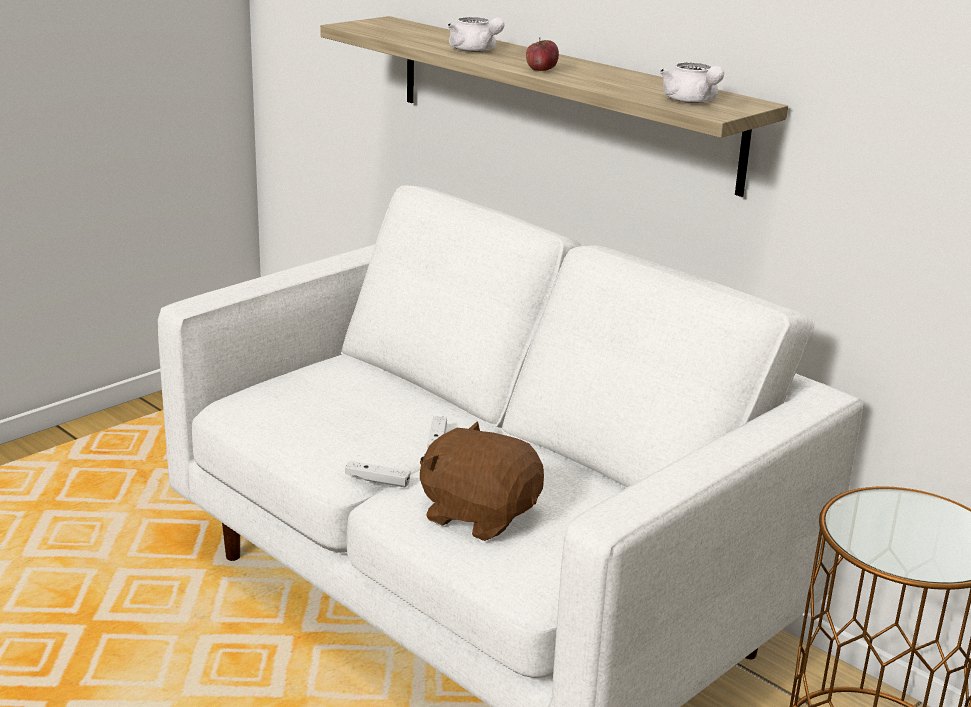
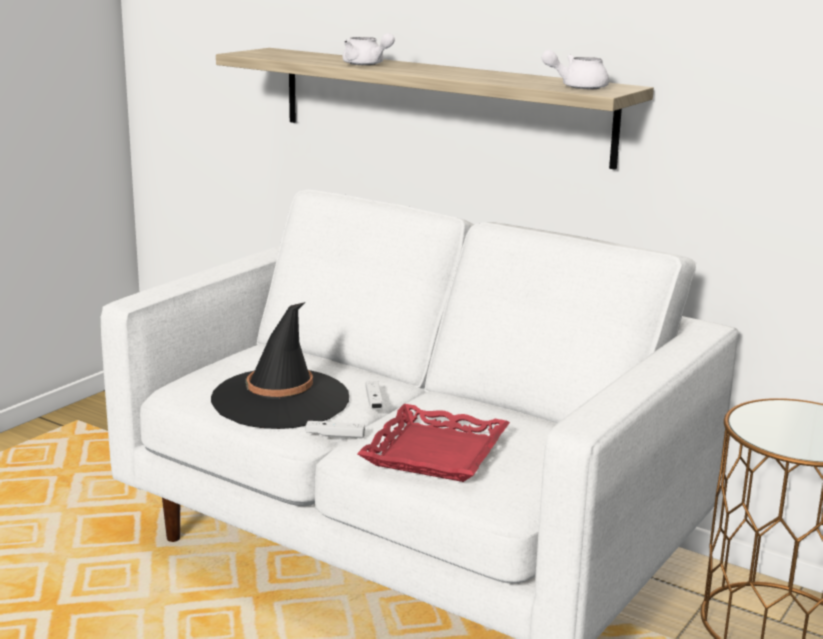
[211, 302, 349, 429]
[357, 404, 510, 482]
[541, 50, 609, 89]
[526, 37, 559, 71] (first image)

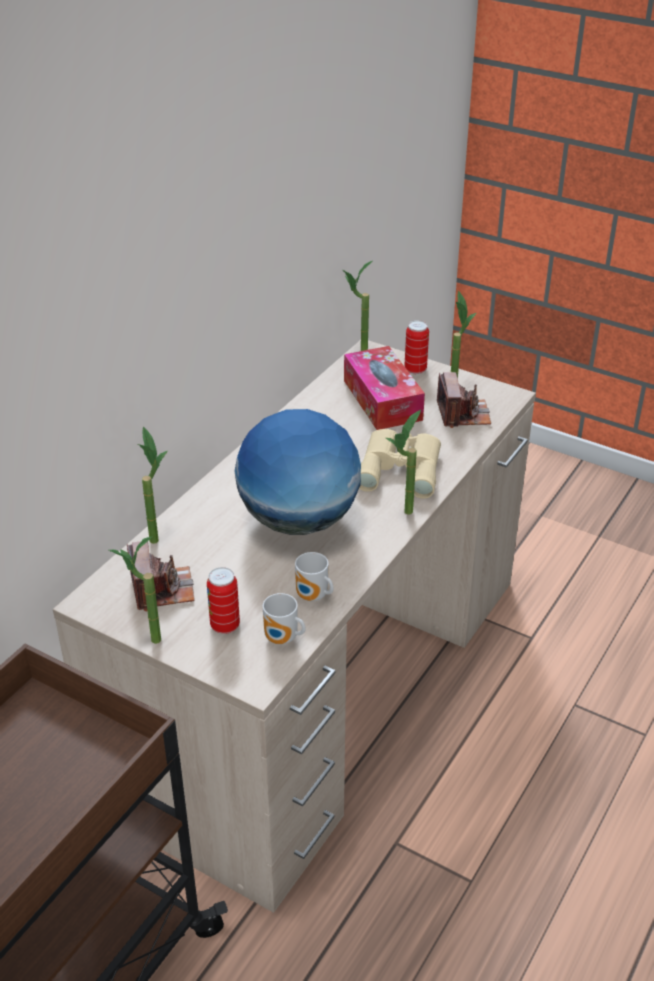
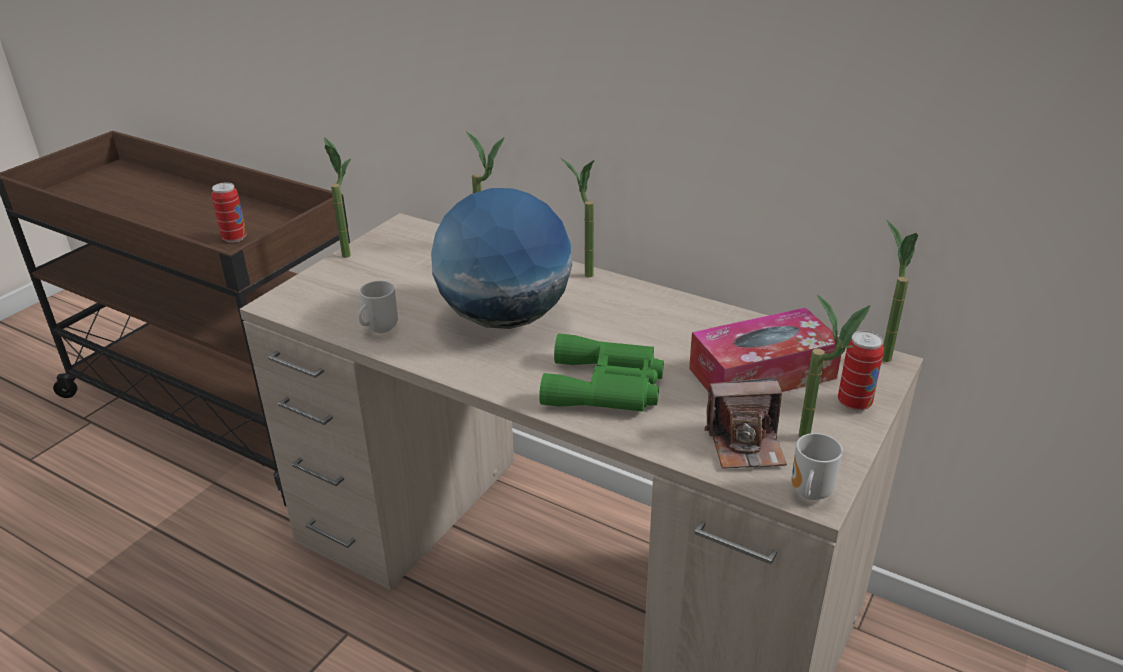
[212, 182, 247, 243]
[539, 334, 664, 412]
[561, 158, 594, 278]
[792, 433, 843, 500]
[127, 542, 195, 611] (first image)

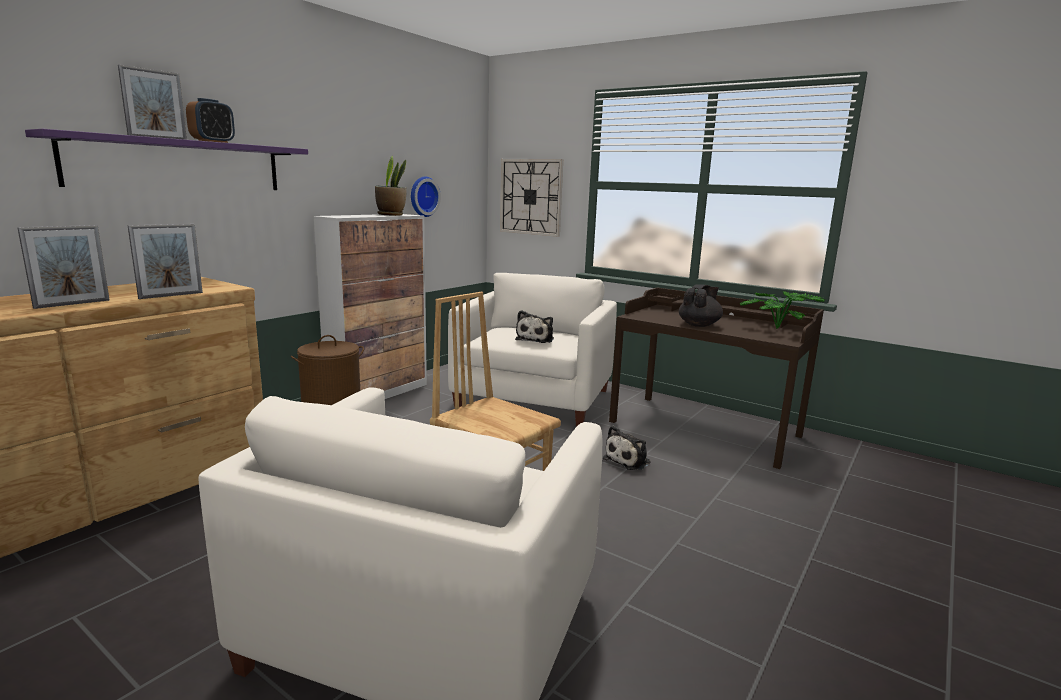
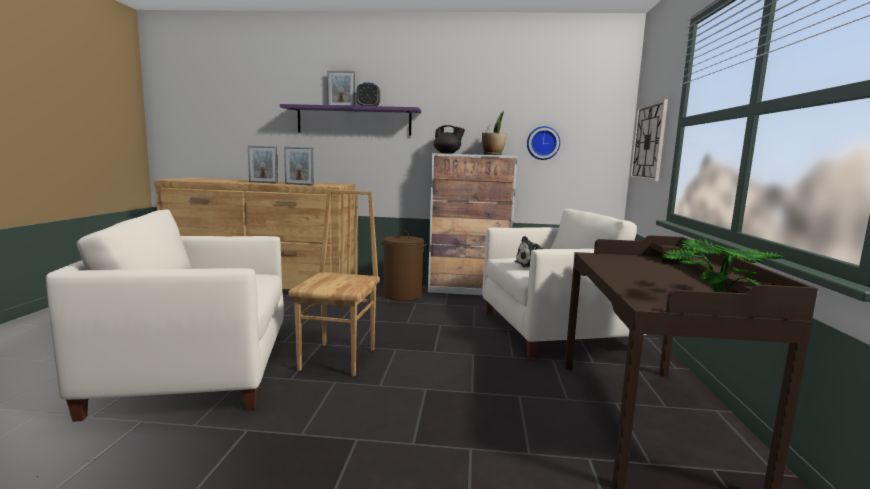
[433, 125, 465, 154]
[603, 426, 651, 470] (first image)

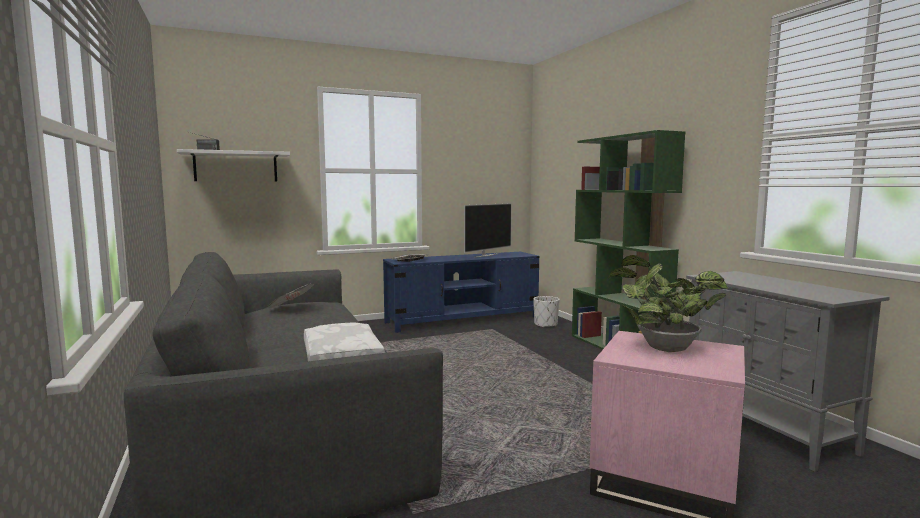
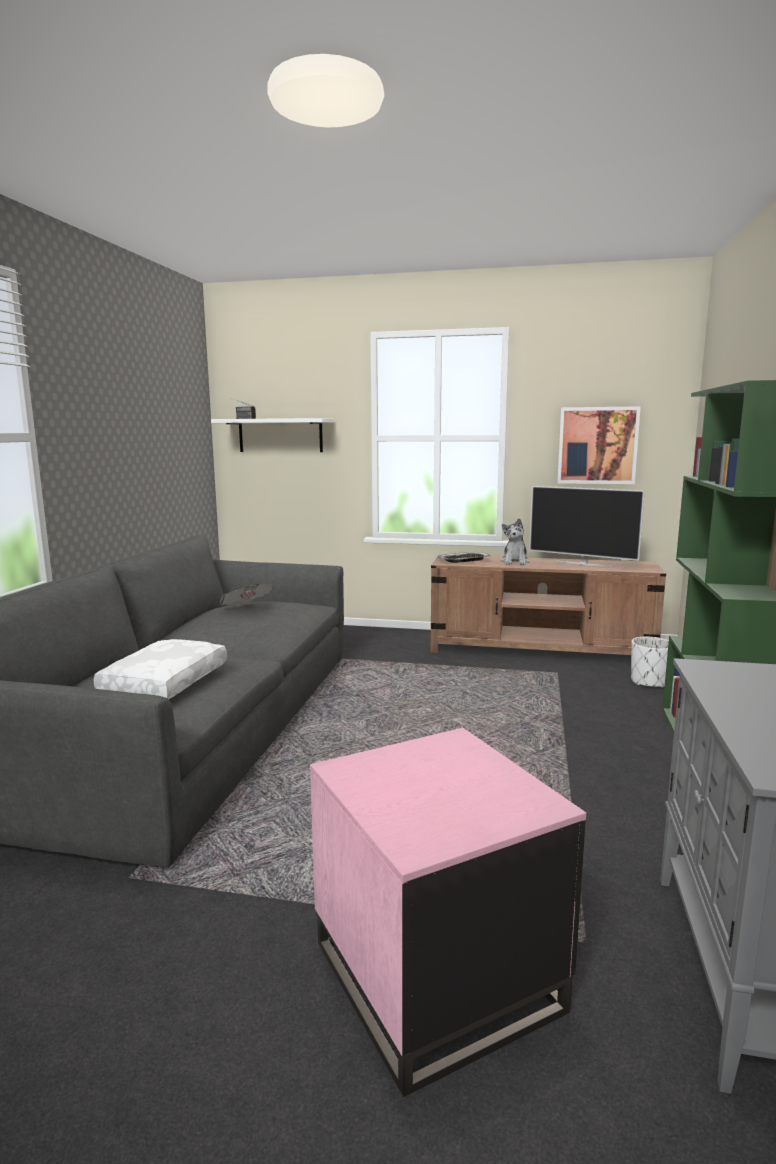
[431, 555, 666, 655]
[501, 518, 529, 565]
[529, 486, 645, 567]
[557, 406, 641, 484]
[608, 255, 728, 352] (first image)

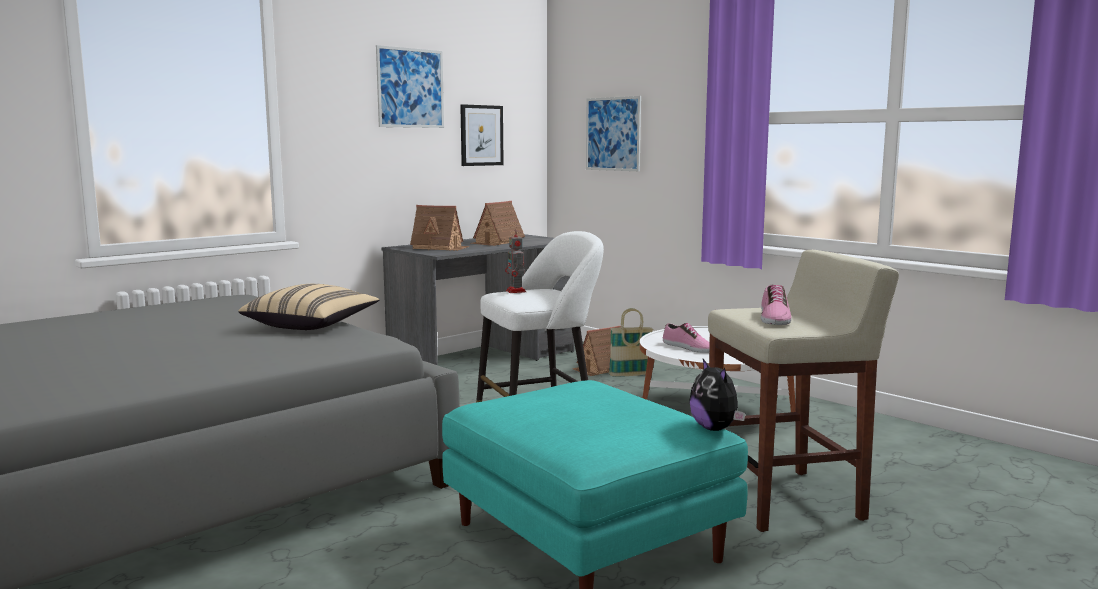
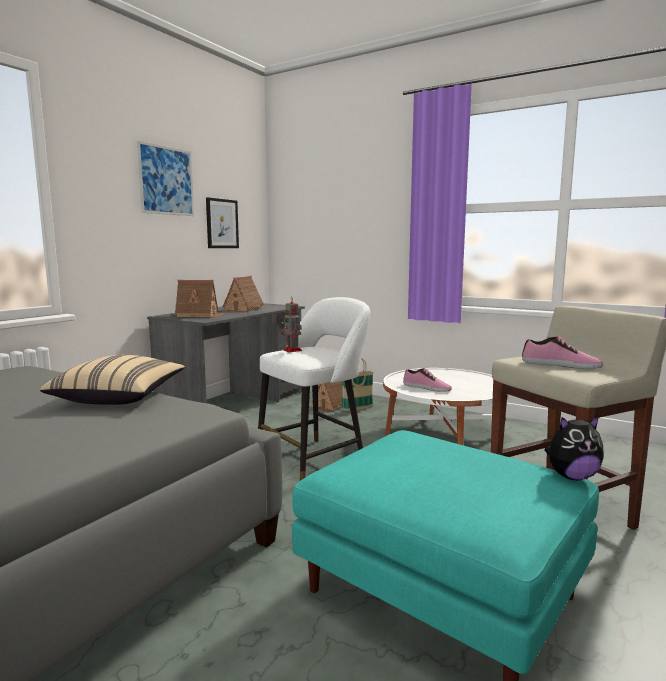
[522, 337, 603, 369]
[544, 416, 604, 480]
[586, 96, 641, 171] (first image)

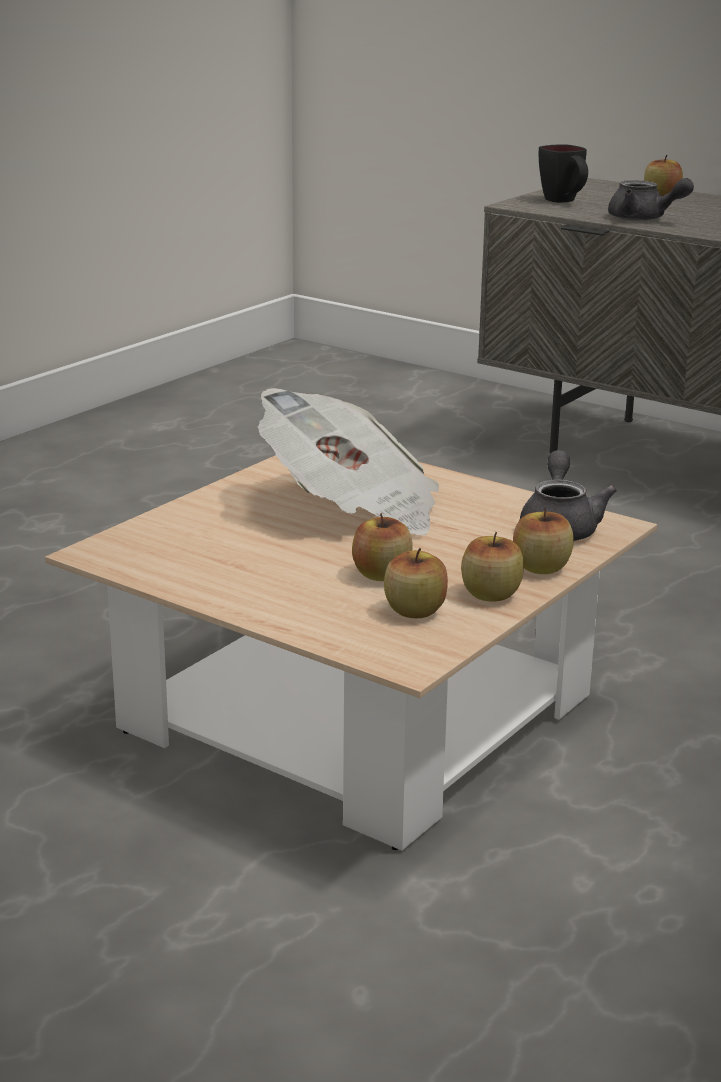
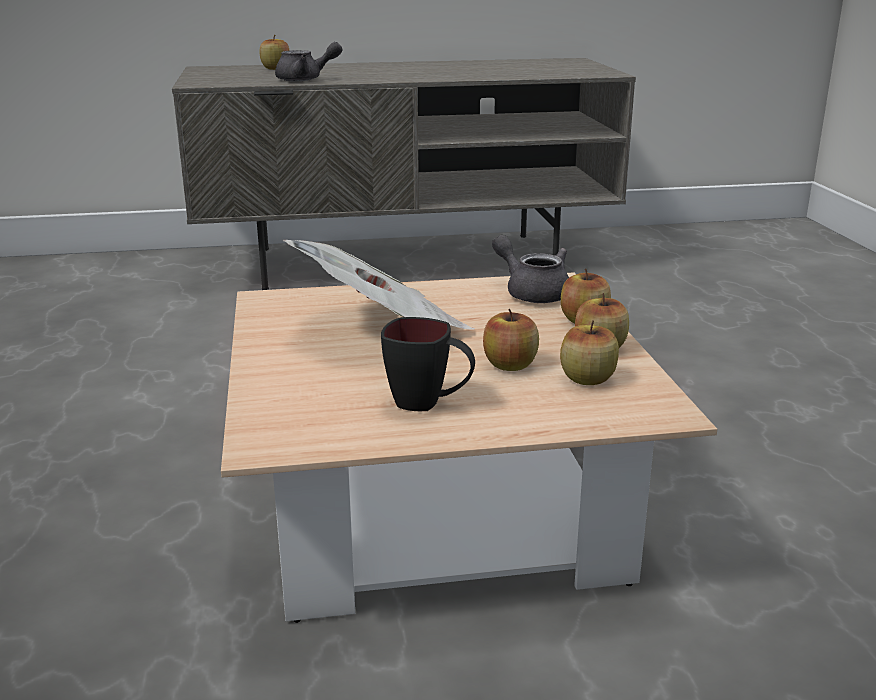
[381, 317, 475, 411]

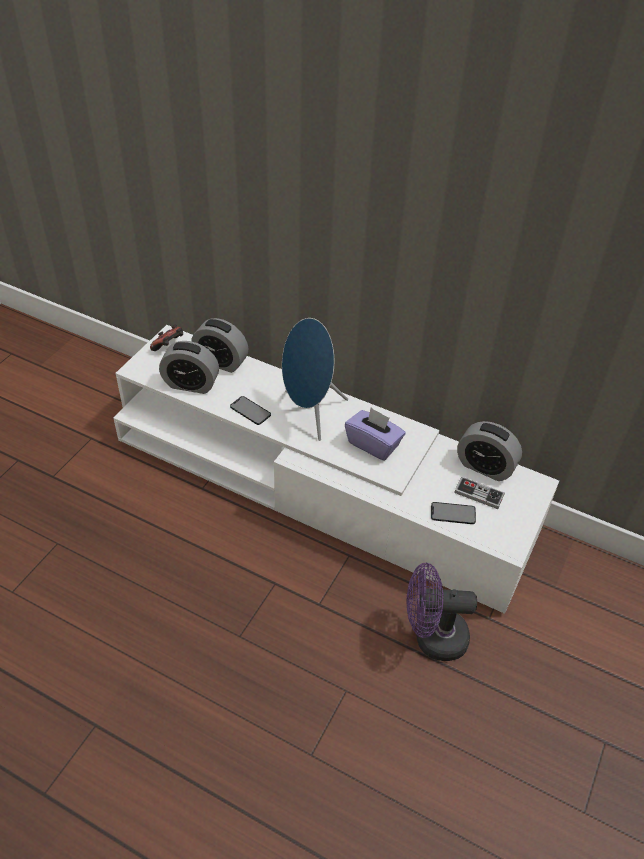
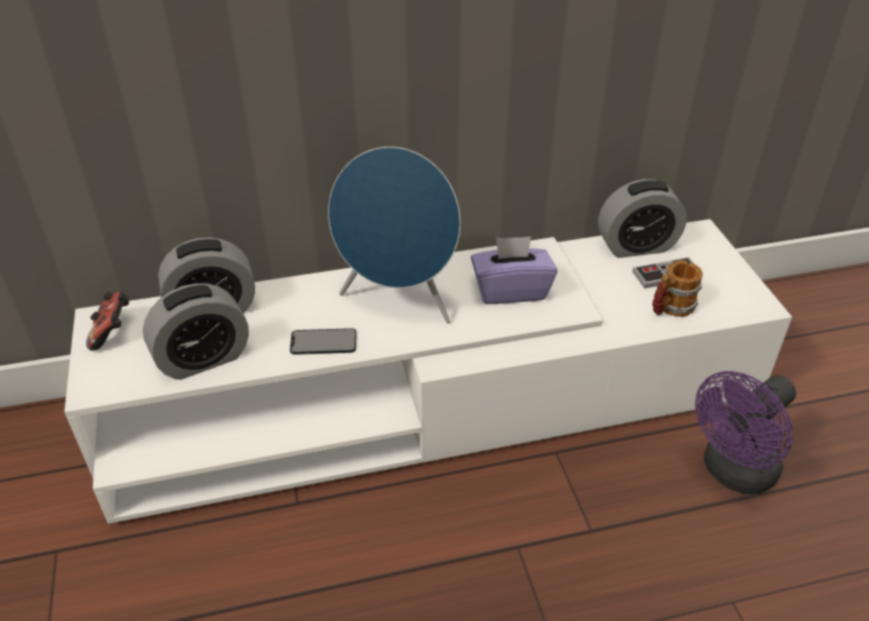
[652, 260, 703, 317]

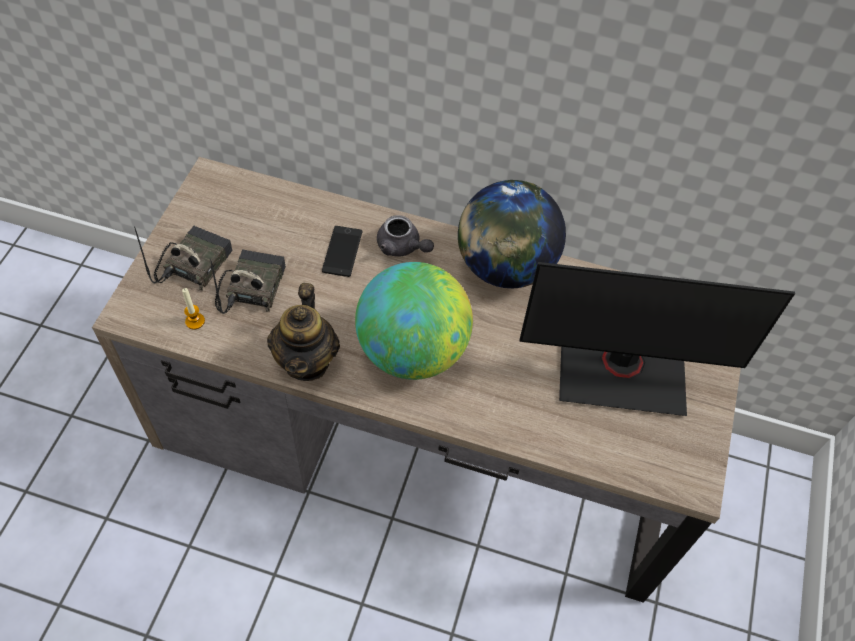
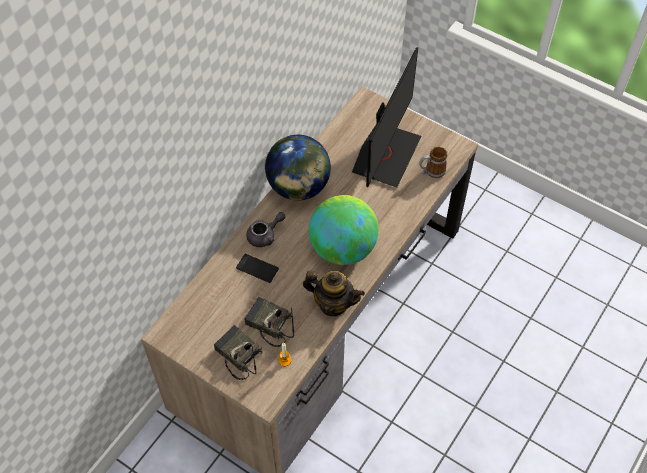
[419, 147, 447, 178]

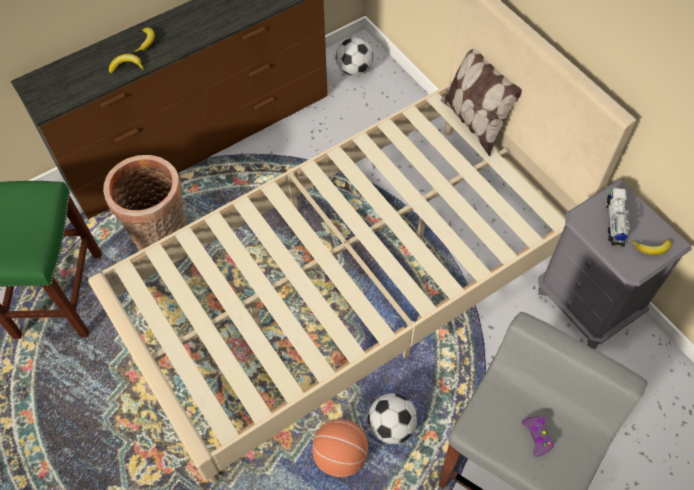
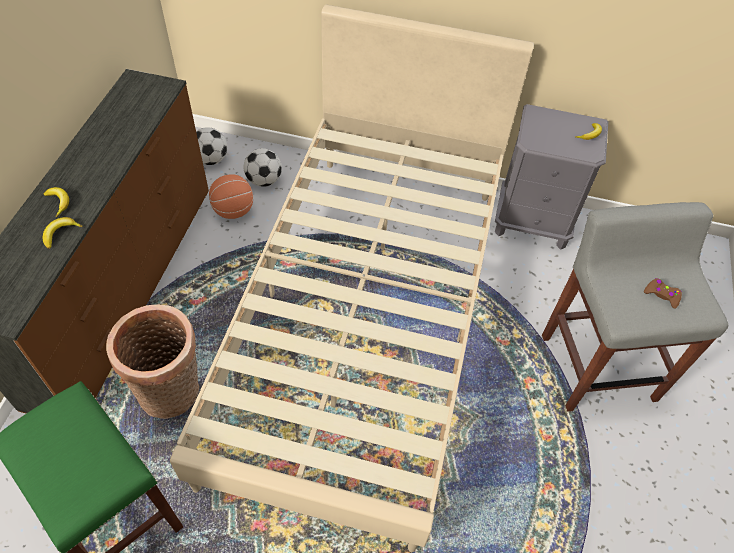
[209, 174, 253, 219]
[244, 148, 282, 187]
[644, 278, 682, 309]
[440, 48, 522, 156] (first image)
[606, 188, 630, 246] (first image)

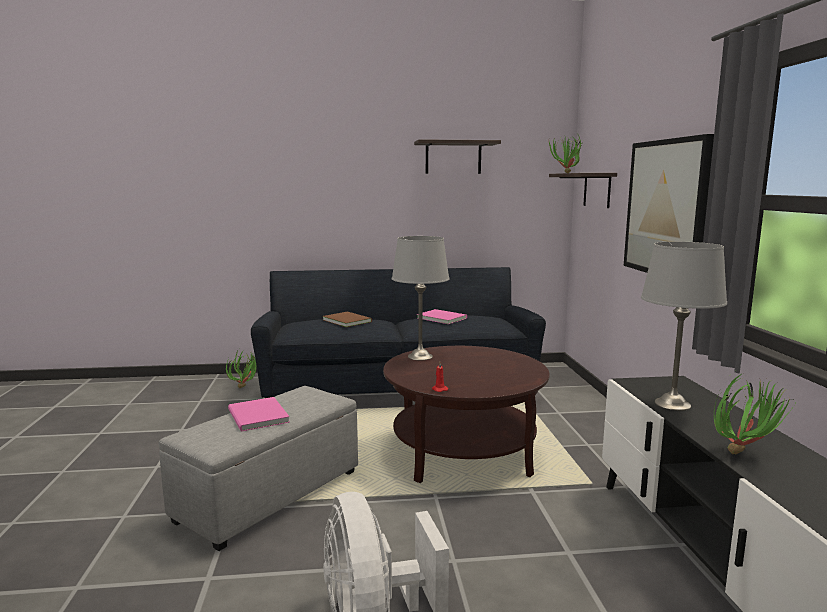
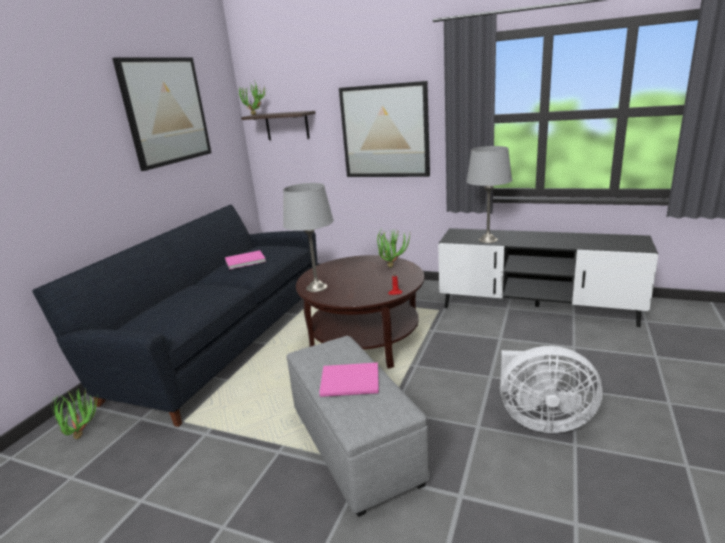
[112, 57, 211, 171]
[377, 228, 410, 268]
[322, 312, 372, 327] (first image)

